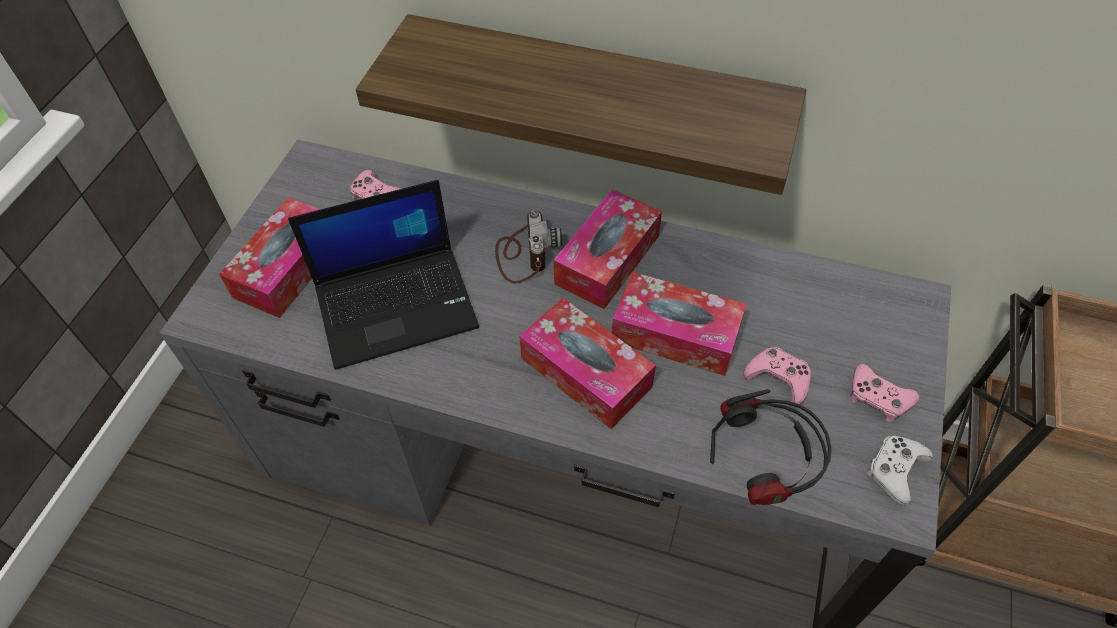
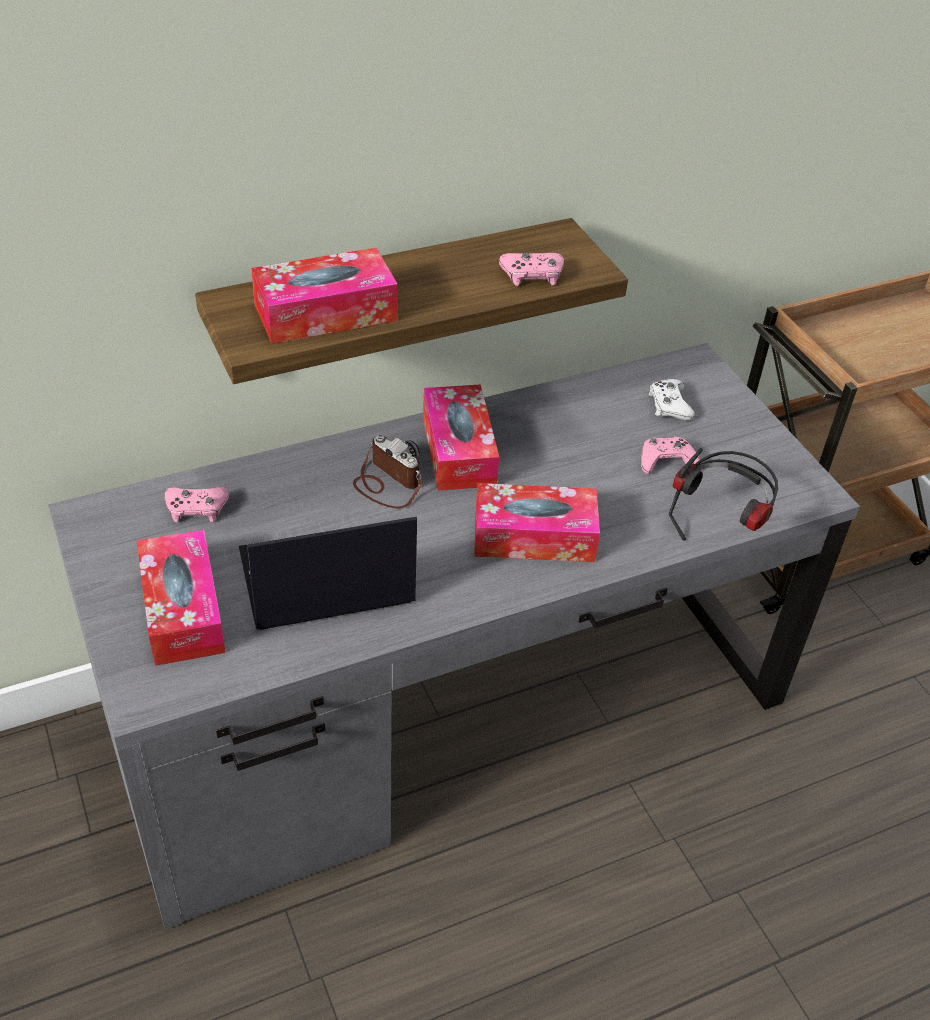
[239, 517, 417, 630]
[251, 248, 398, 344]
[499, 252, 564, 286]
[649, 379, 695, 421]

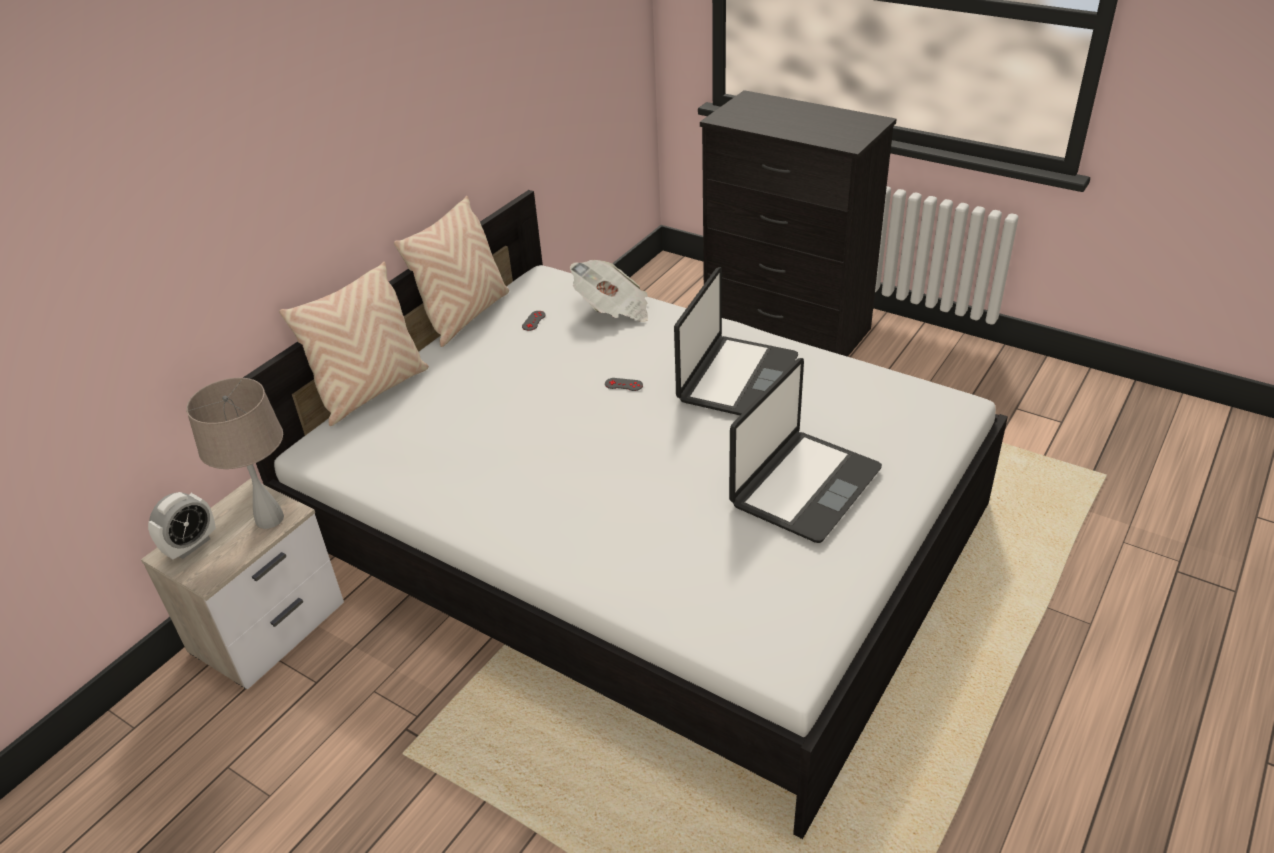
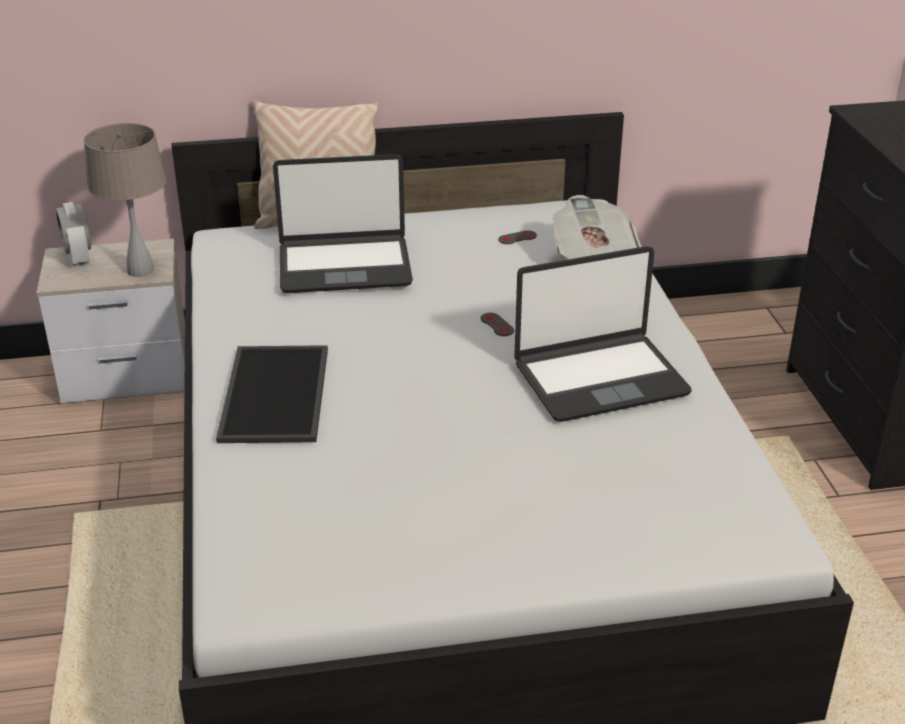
[56, 202, 91, 266]
[216, 345, 328, 443]
[273, 154, 413, 293]
[394, 196, 509, 347] (first image)

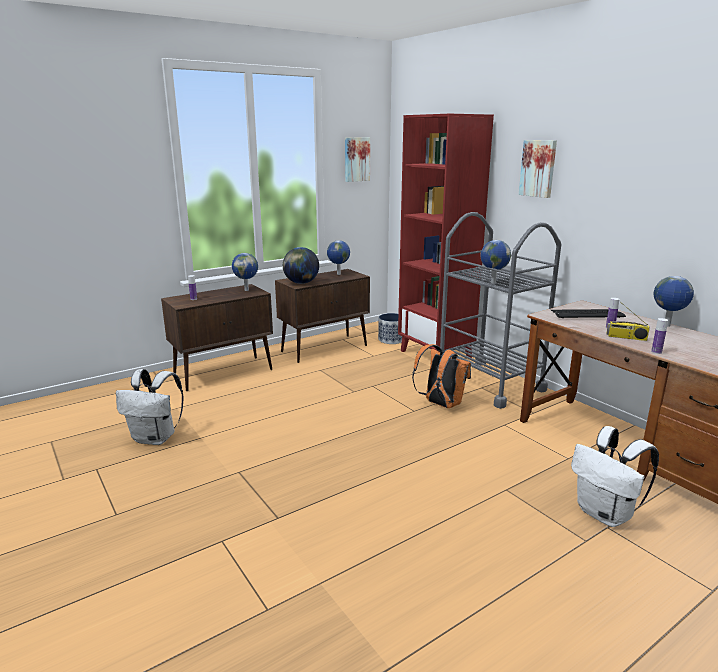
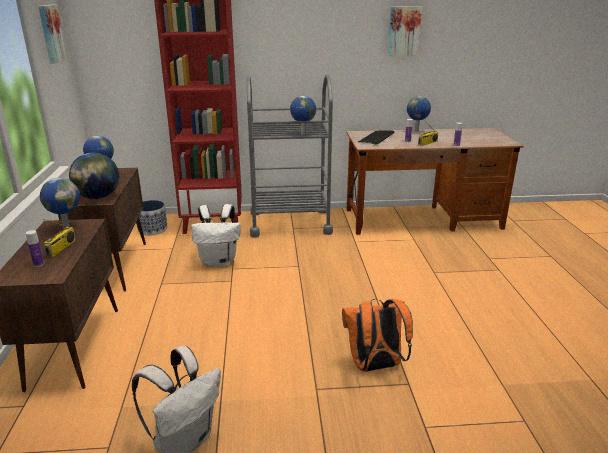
[44, 219, 76, 257]
[191, 204, 240, 267]
[342, 299, 413, 372]
[388, 6, 422, 56]

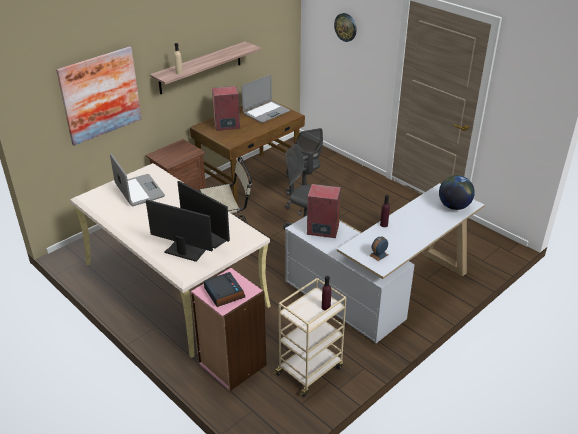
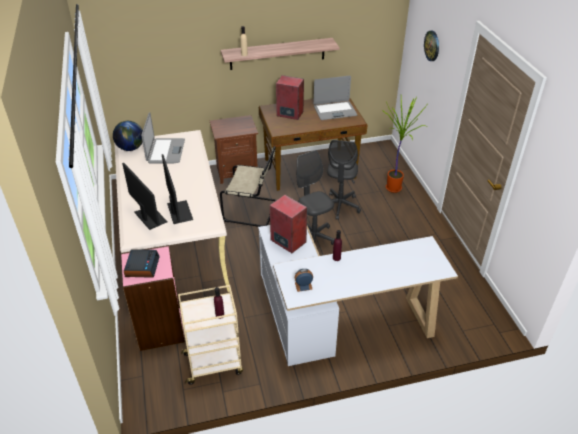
[113, 121, 143, 151]
[383, 96, 427, 193]
[56, 46, 142, 146] (first image)

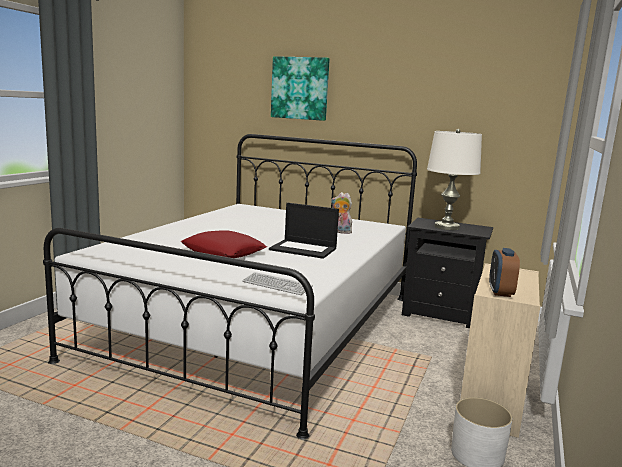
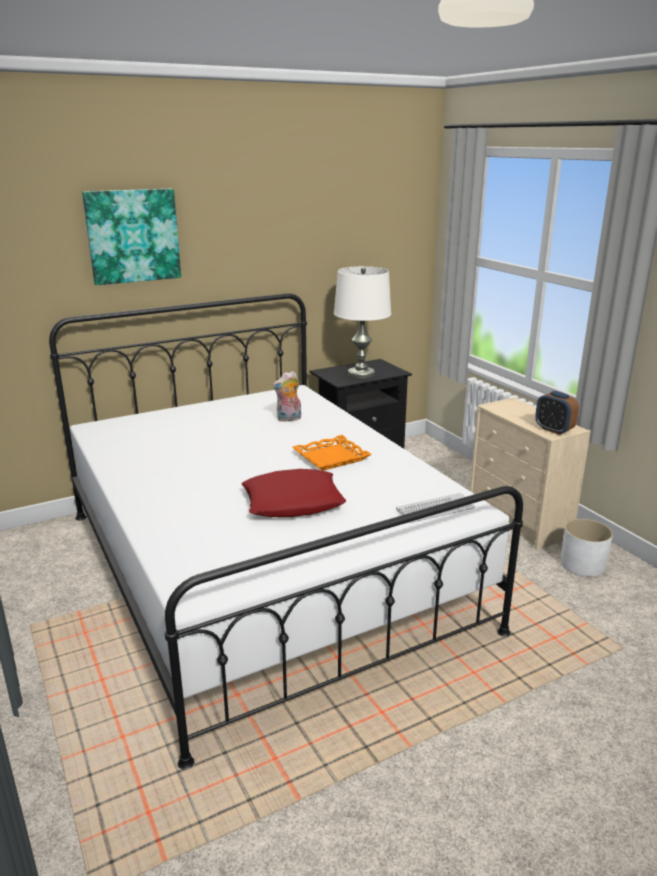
[292, 435, 371, 471]

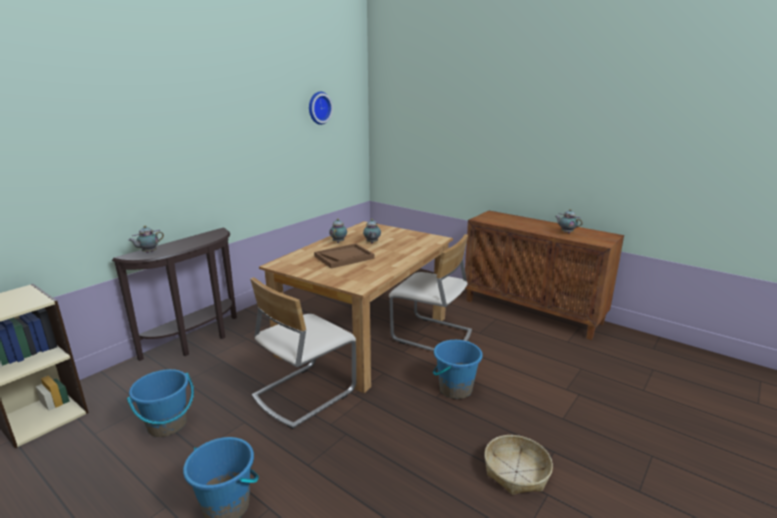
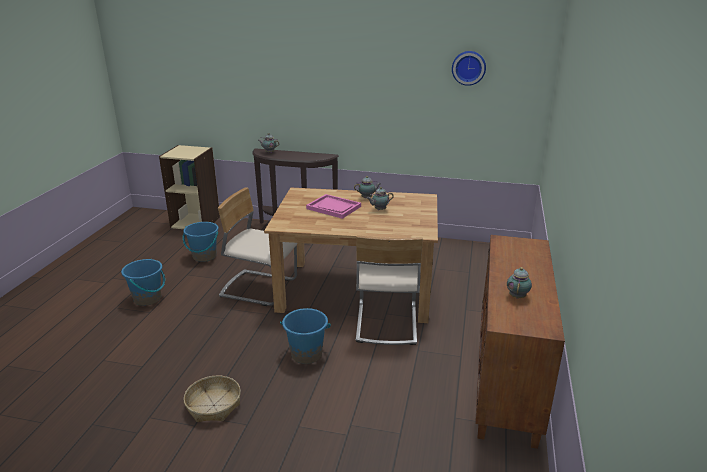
[306, 194, 361, 219]

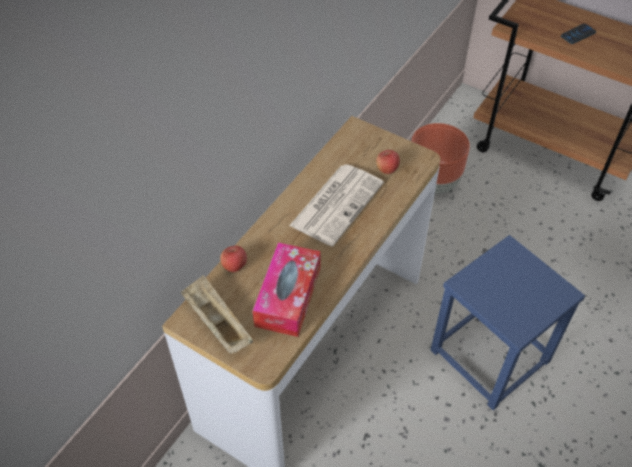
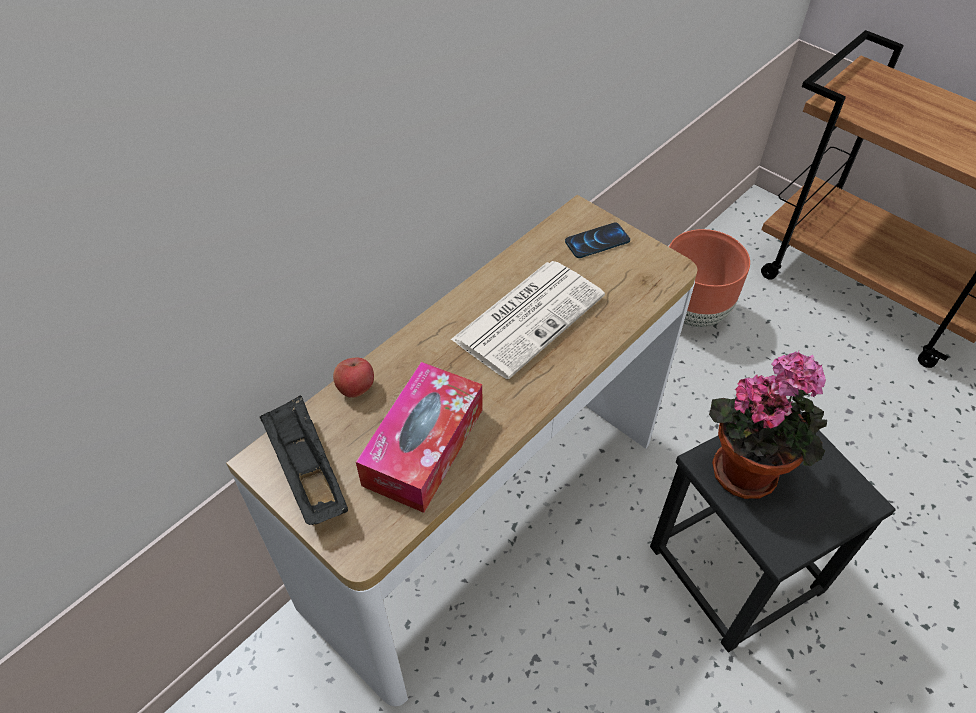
[260, 395, 348, 525]
[565, 222, 630, 258]
[650, 399, 895, 652]
[709, 350, 827, 499]
[376, 150, 400, 174] (first image)

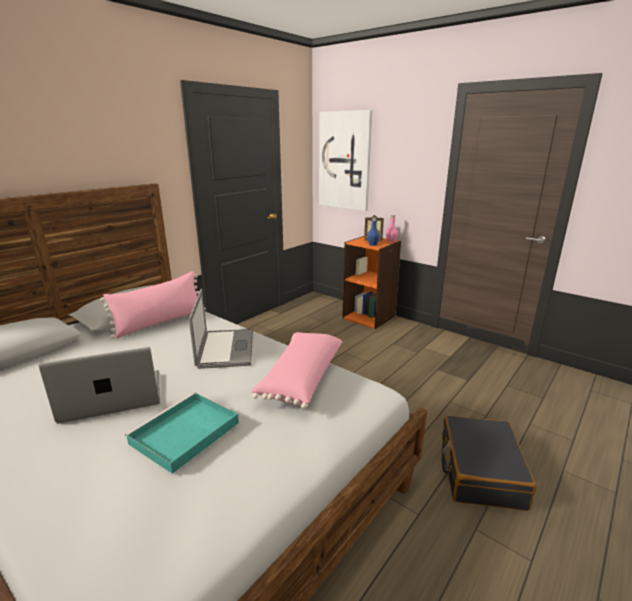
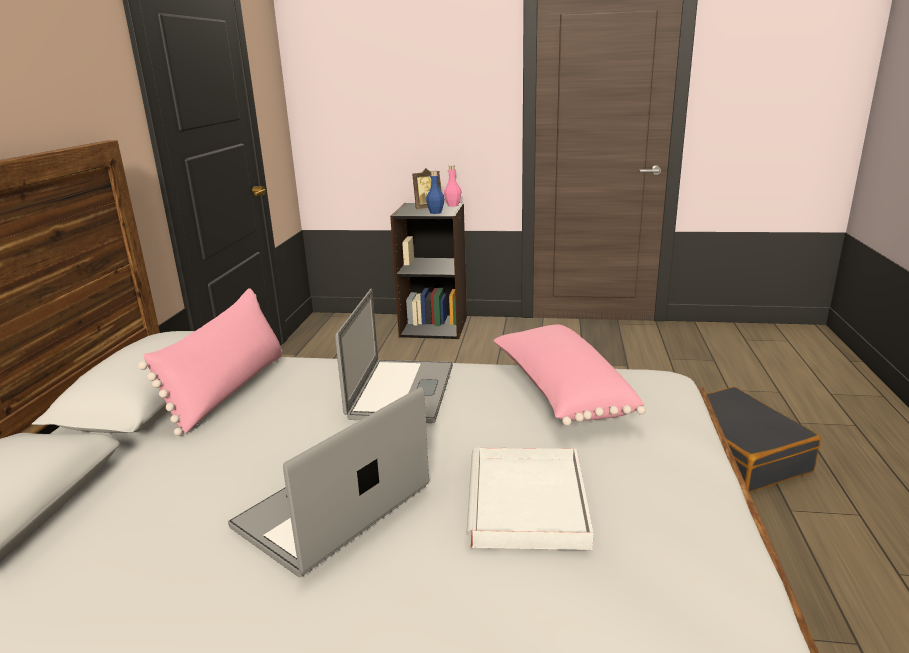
[335, 289, 453, 423]
[390, 203, 467, 339]
[467, 448, 594, 550]
[319, 110, 372, 211] (first image)

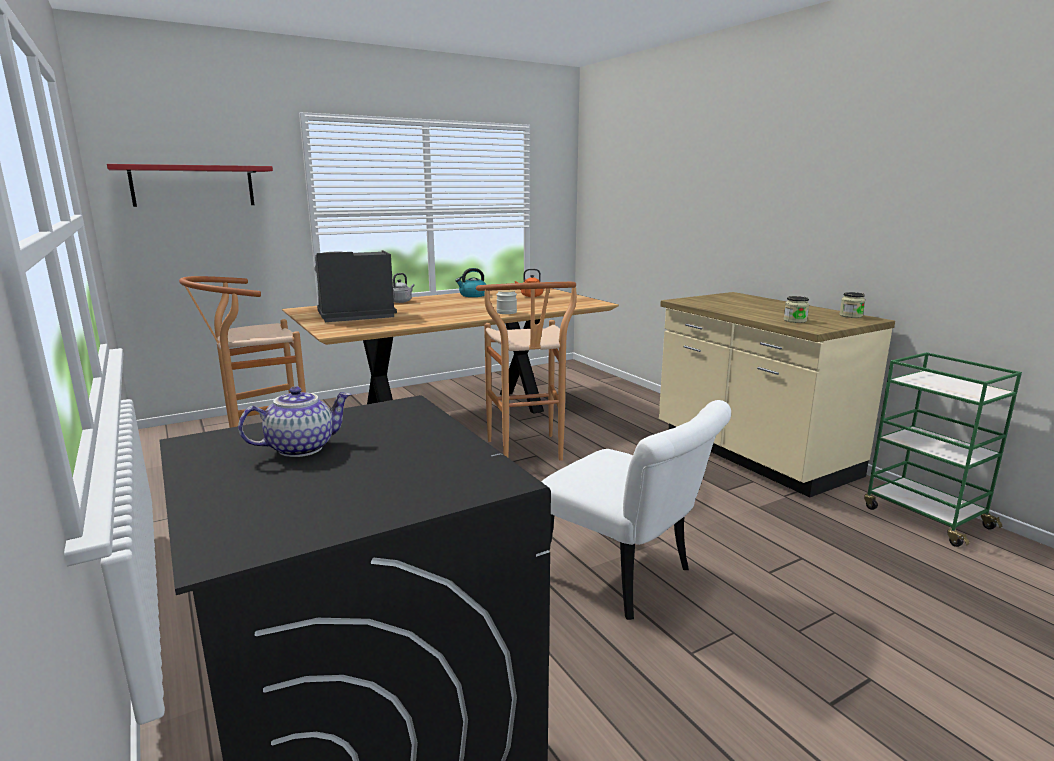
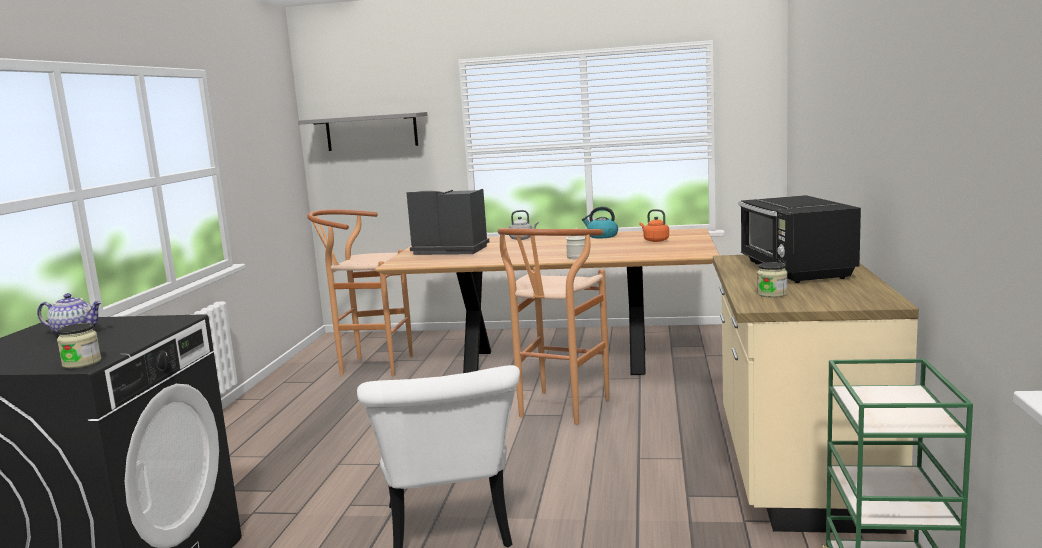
[57, 323, 101, 368]
[298, 112, 427, 151]
[739, 195, 861, 283]

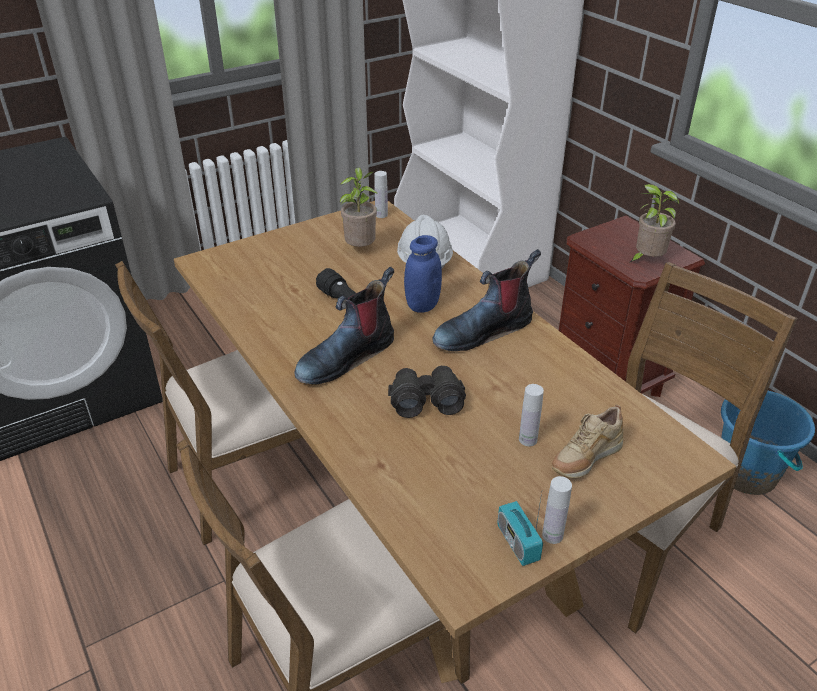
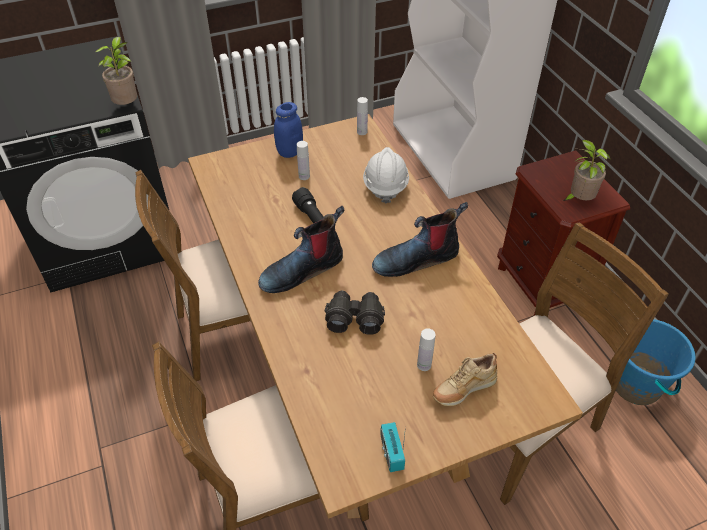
[95, 37, 137, 105]
[274, 102, 303, 158]
[297, 141, 310, 180]

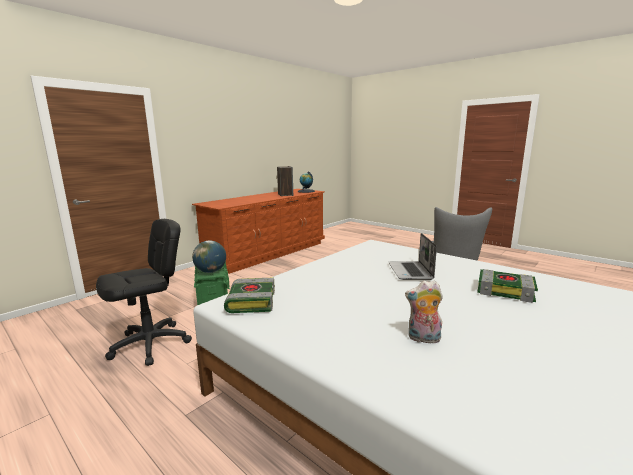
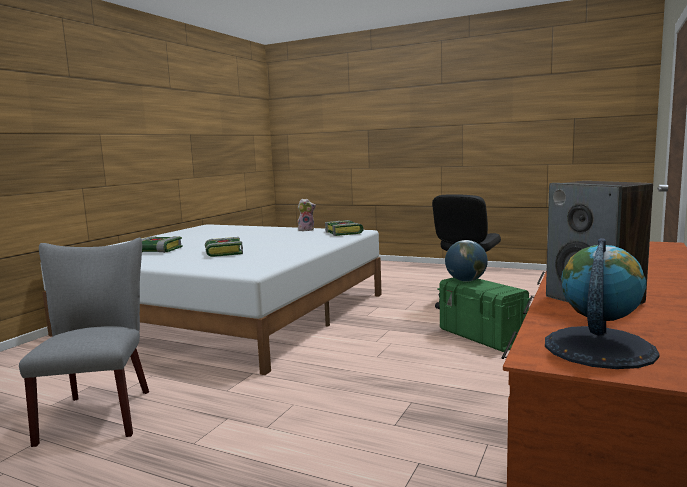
[205, 237, 243, 257]
[298, 199, 316, 231]

